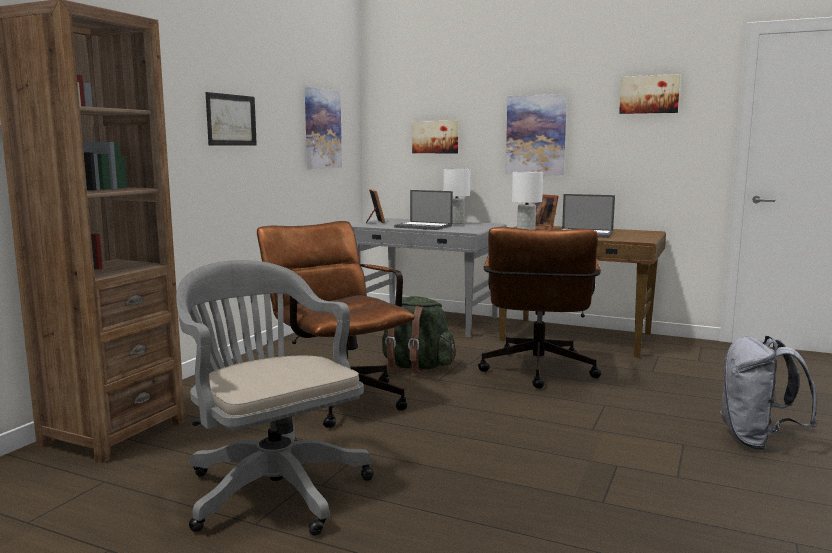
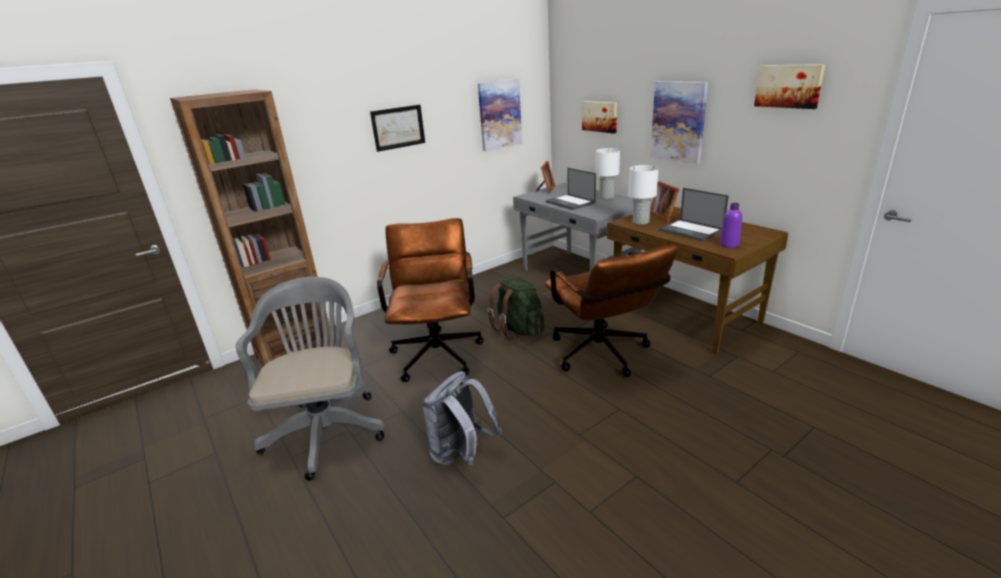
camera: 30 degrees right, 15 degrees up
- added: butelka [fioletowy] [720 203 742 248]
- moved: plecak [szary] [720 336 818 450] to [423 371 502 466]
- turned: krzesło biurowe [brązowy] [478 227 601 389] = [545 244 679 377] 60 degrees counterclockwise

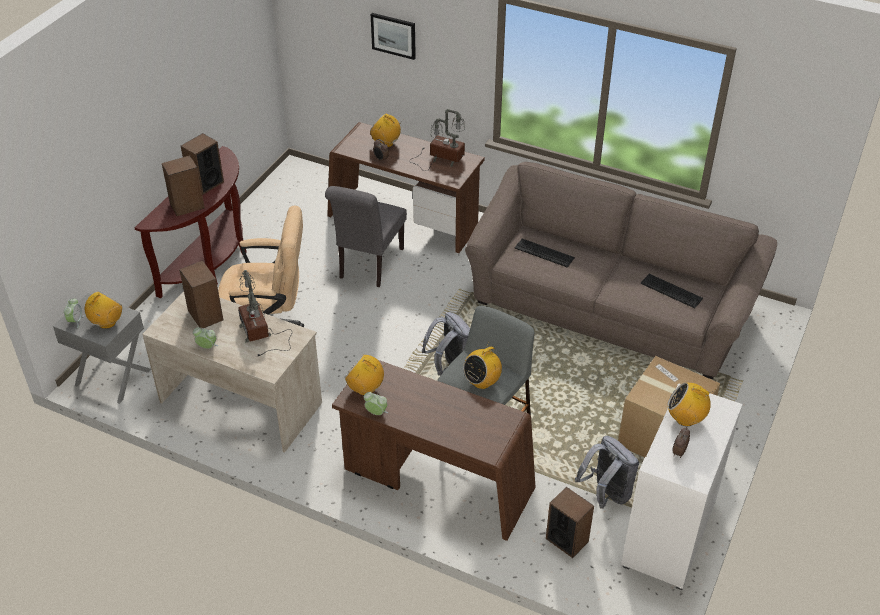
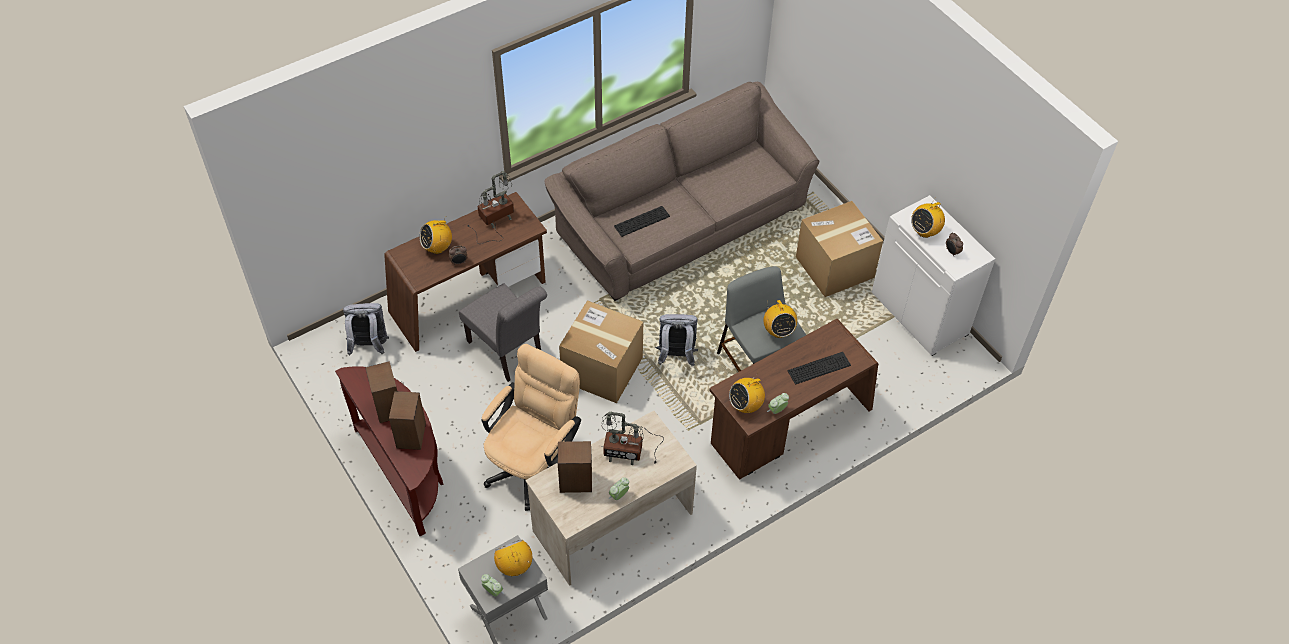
camera: 60 degrees left, 10 degrees up
- removed: obraz [371 13 416 60]
- removed: głośnik [546 487 594 558]
- added: karton [559 300 643 403]
- moved: plecak [szary] [575 436 639 509] to [343 303 389 355]
- moved: klawiatura [640 274 703 308] to [788 352 851 385]

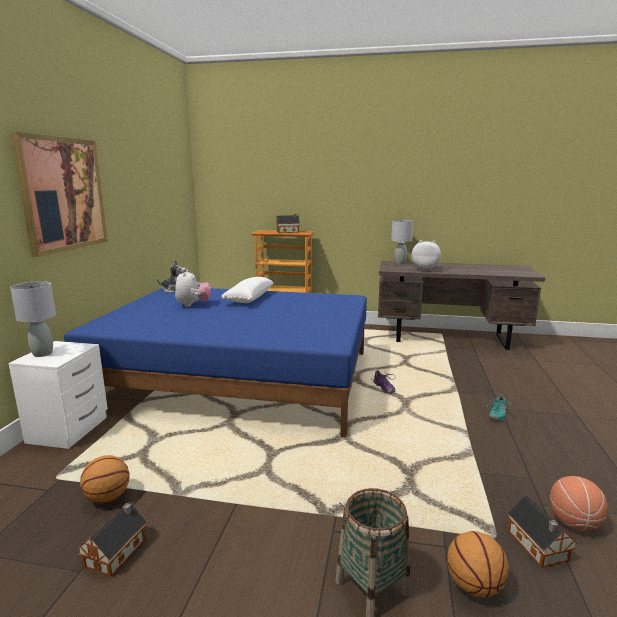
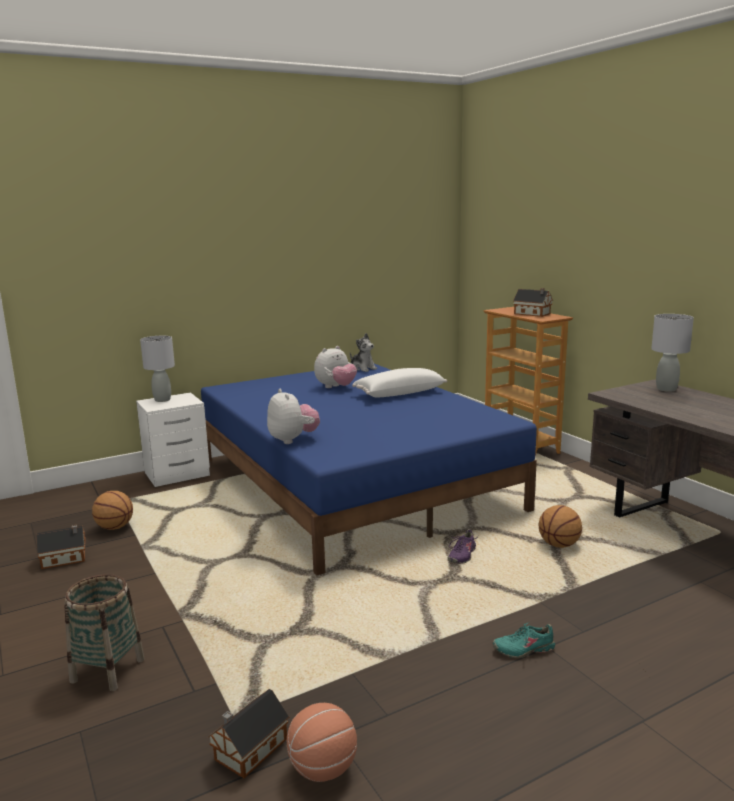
camera: 50 degrees right, 0 degrees up
- removed: obraz [10 132 108 257]
- moved: pluszak [411 240 441 271] to [267 389 320 444]
- moved: piłka do koszykówki [447 531 509 598] to [538 505 582 548]

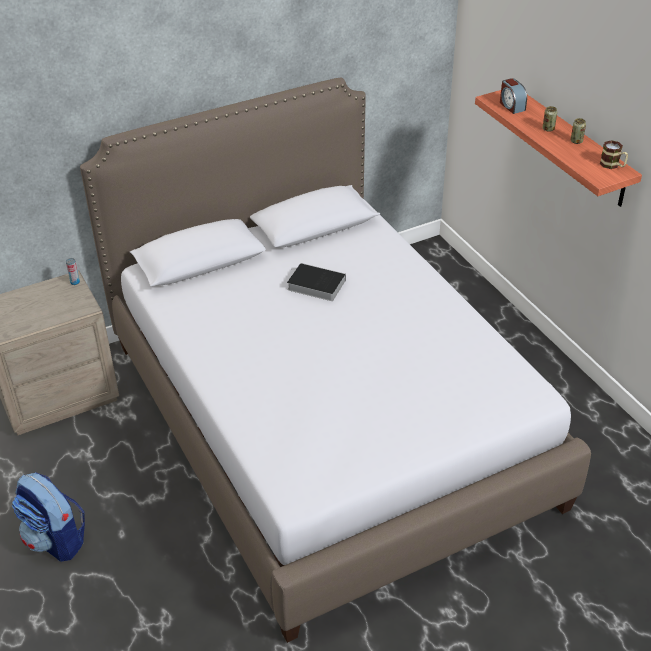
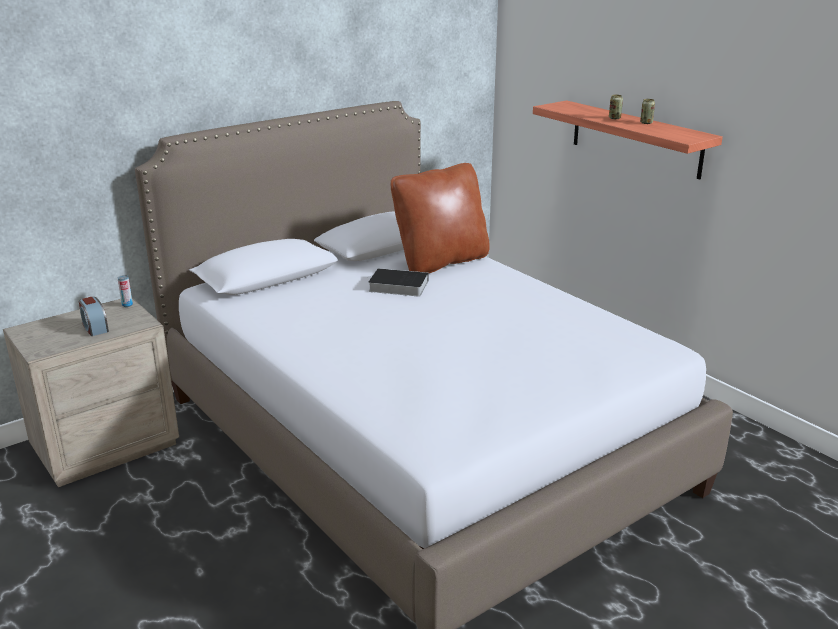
camera: 10 degrees left, 15 degrees down
- removed: plecak [12 472 85 562]
- removed: kubek [600 140 628 169]
- added: poduszka [brązowy] [390 163 490 273]
- moved: budzik [500 78 527 114] to [79 297 109 336]

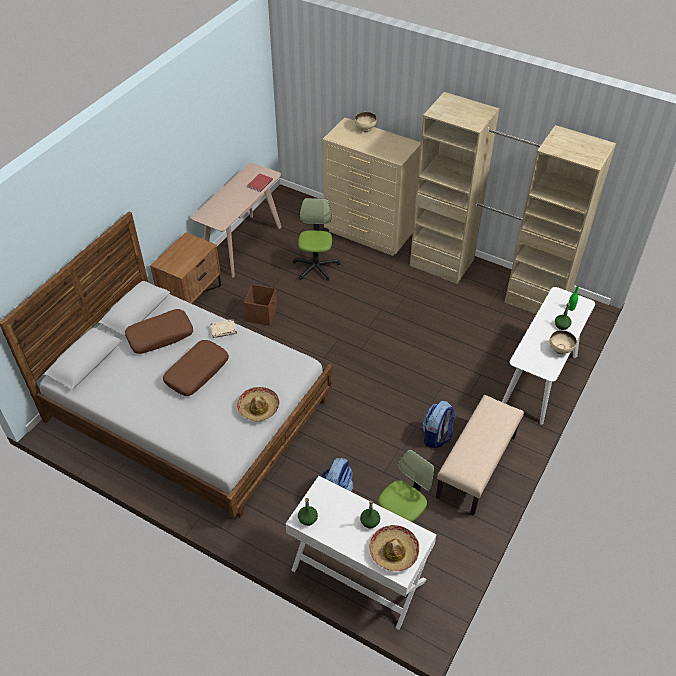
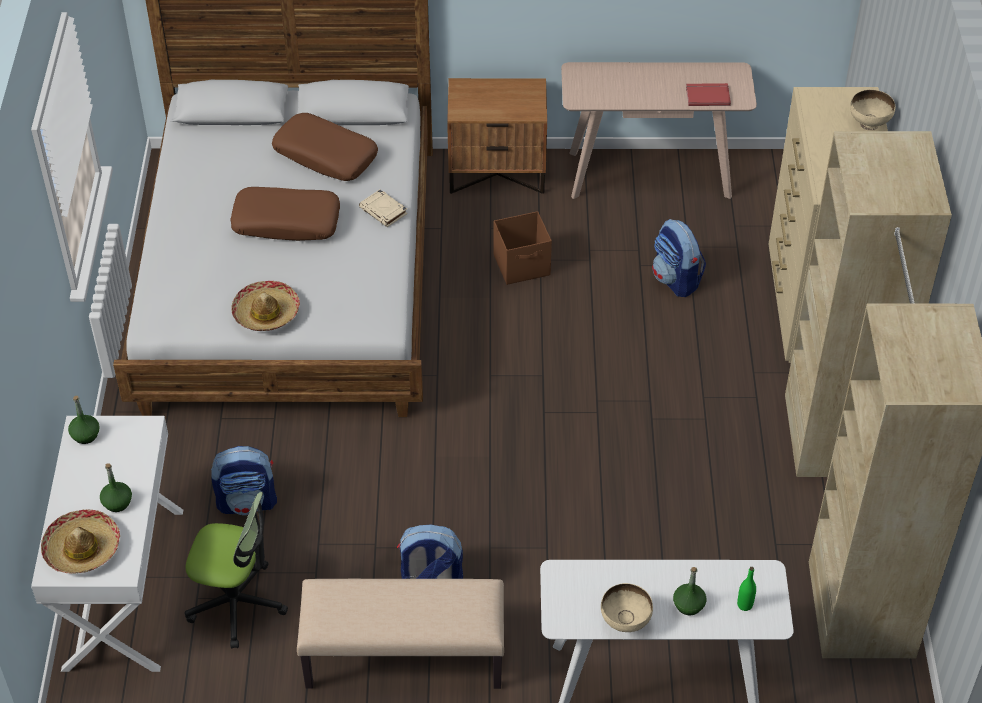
camera: 60 degrees right, 0 degrees up
- replaced: krzesło biurowe [292 198 341 280] to plecak [652 219 706 297]

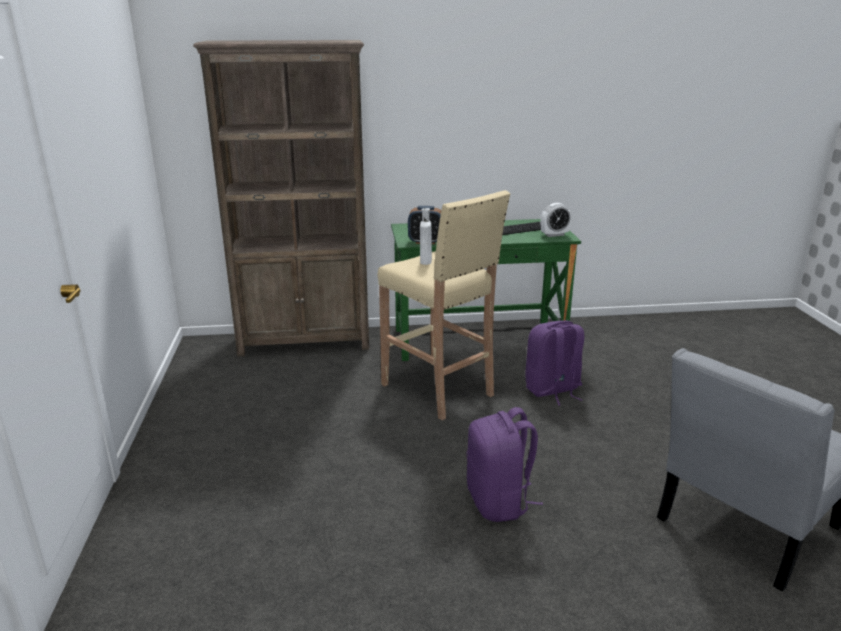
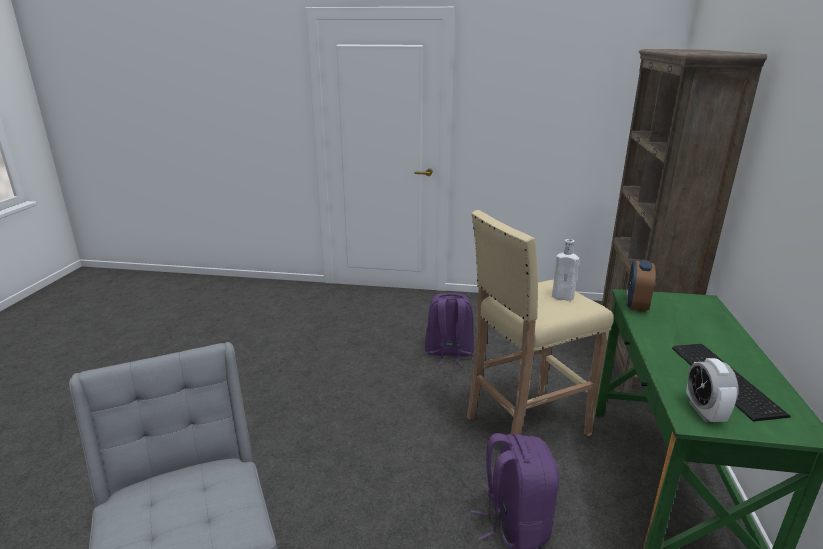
camera: 105 degrees right, 0 degrees up
- moved: plecak [fioletowy] [466 407 543 522] to [425 293 474 367]

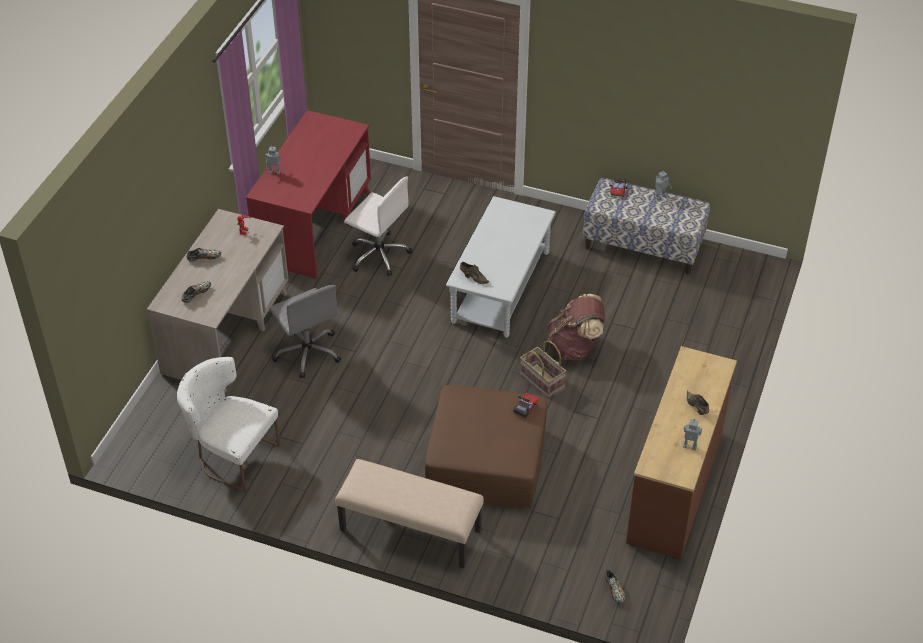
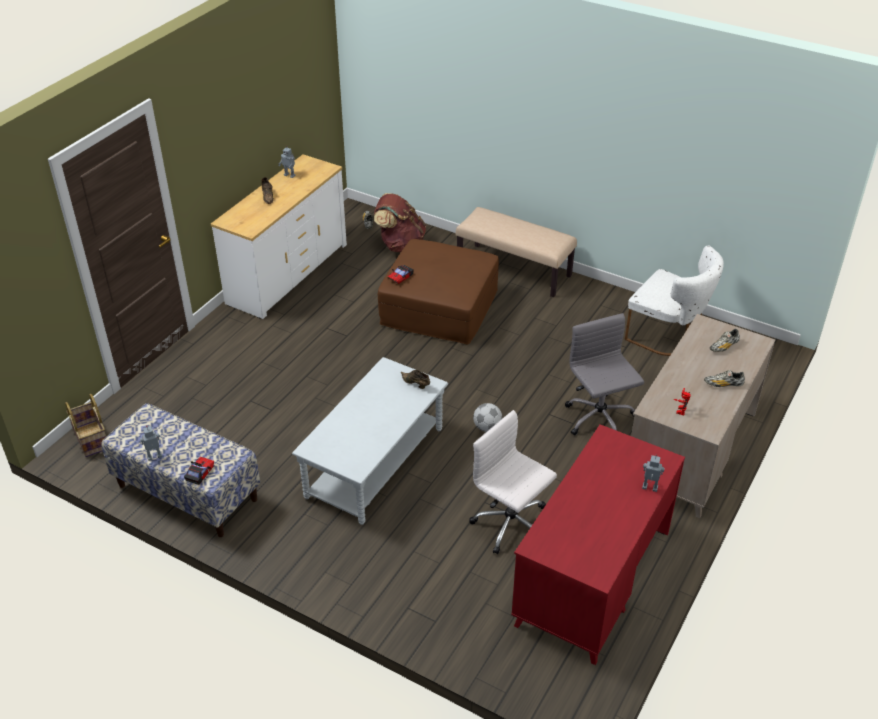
camera: 170 degrees left, 5 degrees down
- added: piłka futbolowa [473 403 502 432]
- moved: koszyk [520 340 566 398] to [65 394 106 457]
- moved: plecak [brązowy] [547 294 605 360] to [374 193 426 252]
- recoloured: komoda [brązowy] [626 346 737 560] to komoda [biały] [211 154 347 319]

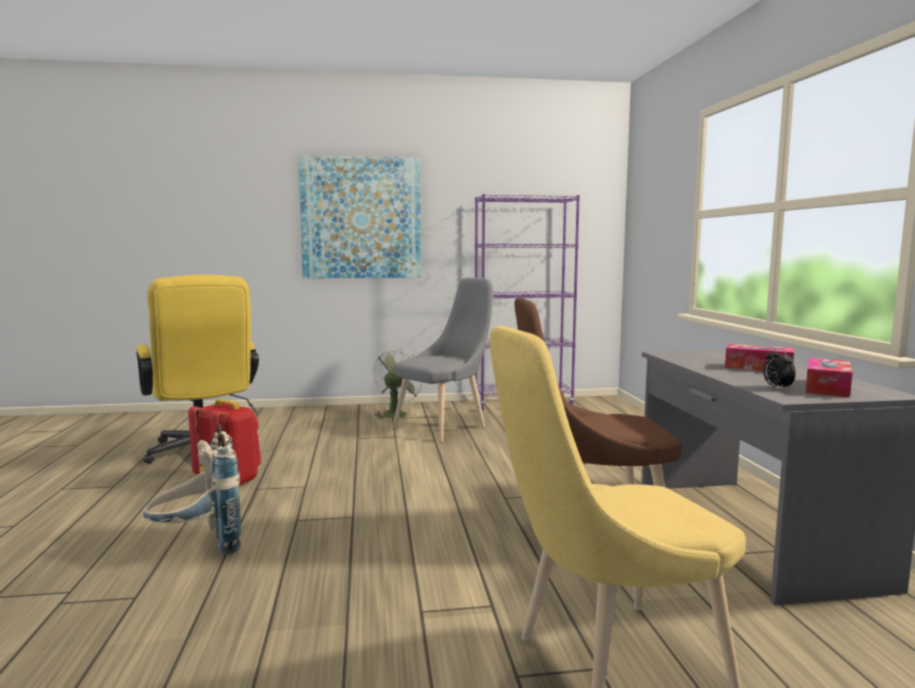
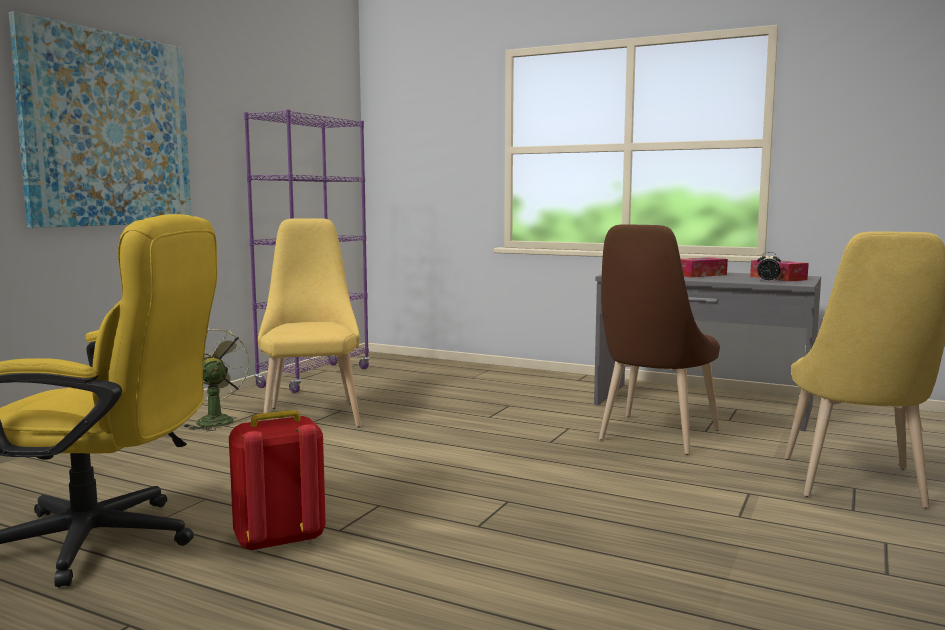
camera: 55 degrees left, 0 degrees up
- removed: plecak [beżowy] [142 424 241 554]
- recoloured: krzesło [szary] [393 278 493 442] to krzesło [żółty] [258 218 361 427]

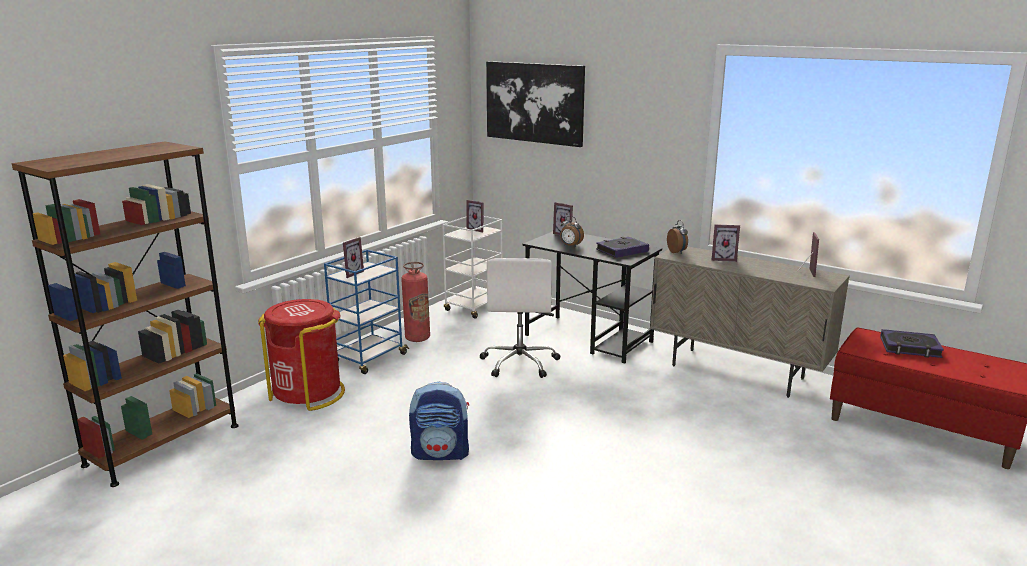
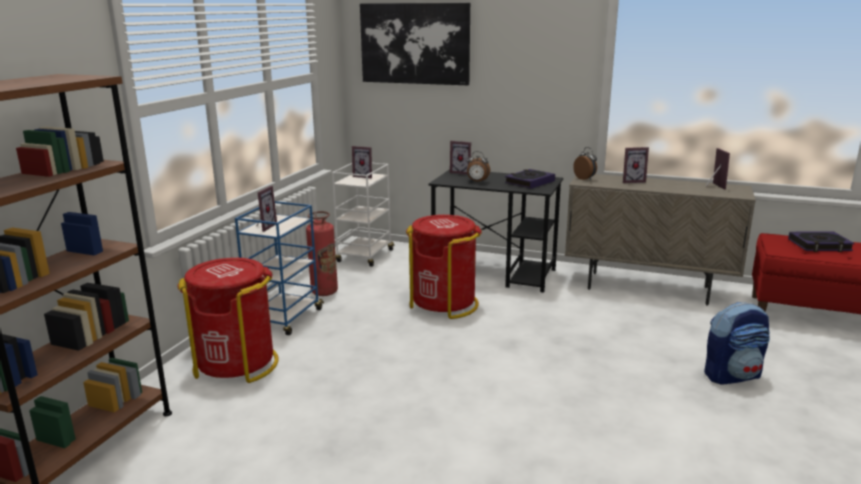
camera: 15 degrees left, 0 degrees up
- moved: plecak [409 382 469 460] to [704 302 770 385]
- replaced: krzesło biurowe [biały] [479 258 560 378] to kosz na śmieci [czerwony] [406 215 482 319]

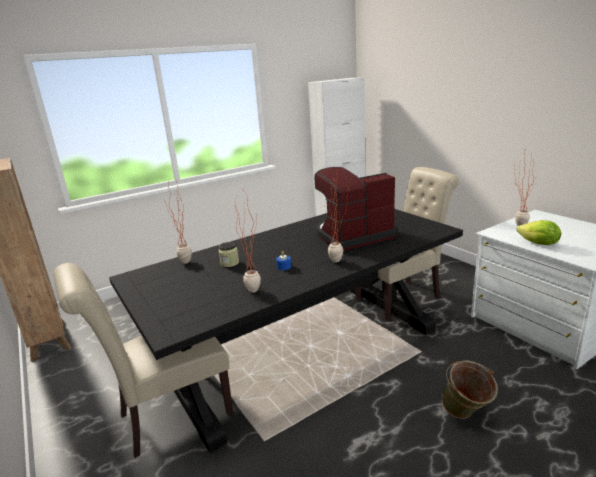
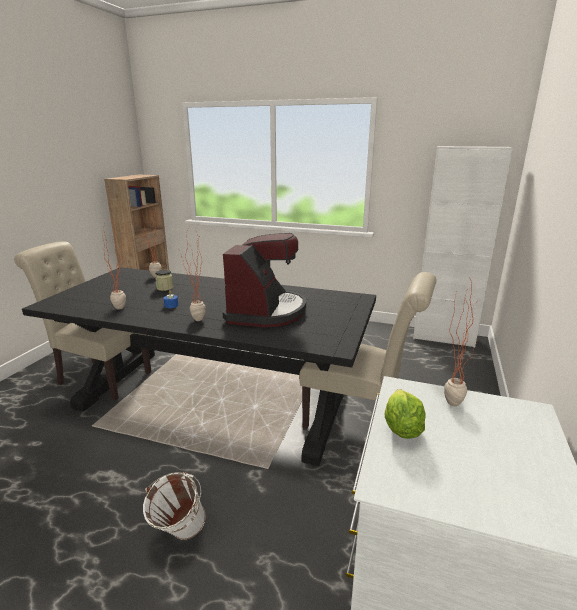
camera: 50 degrees right, 0 degrees up
- recoloured: wiadro [zielony] [442 361 498 419] to wiadro [biały] [143 472 206 540]
- turned: ekspres do kawy [315 167 398 251] = [222 233 306 327] 75 degrees clockwise

